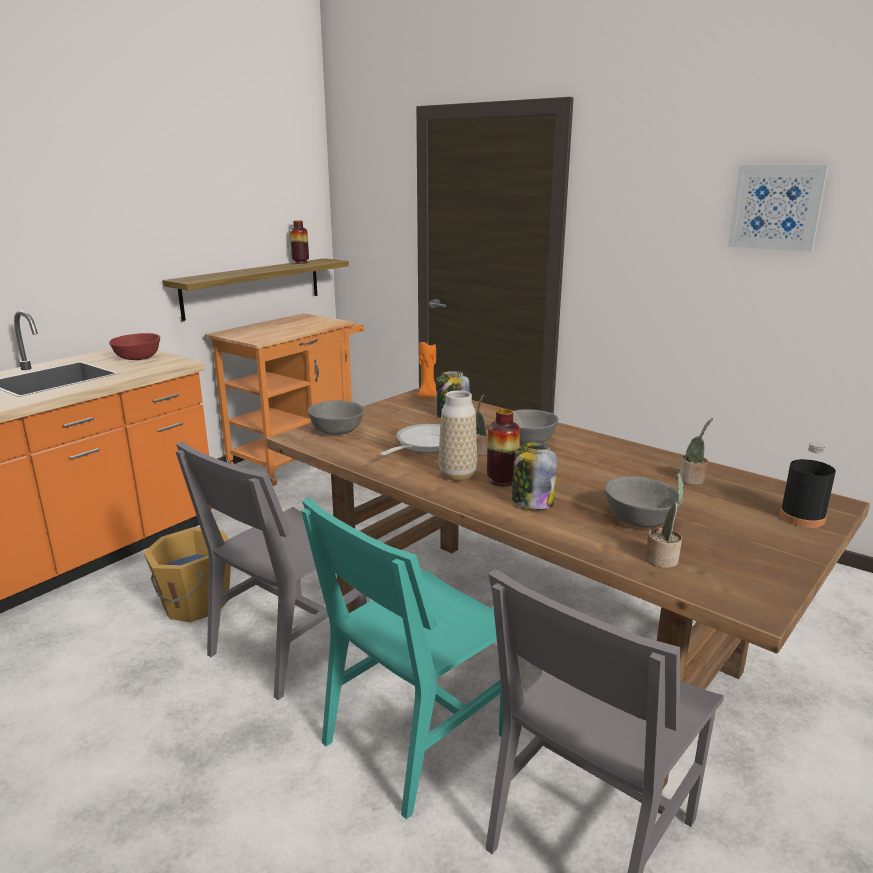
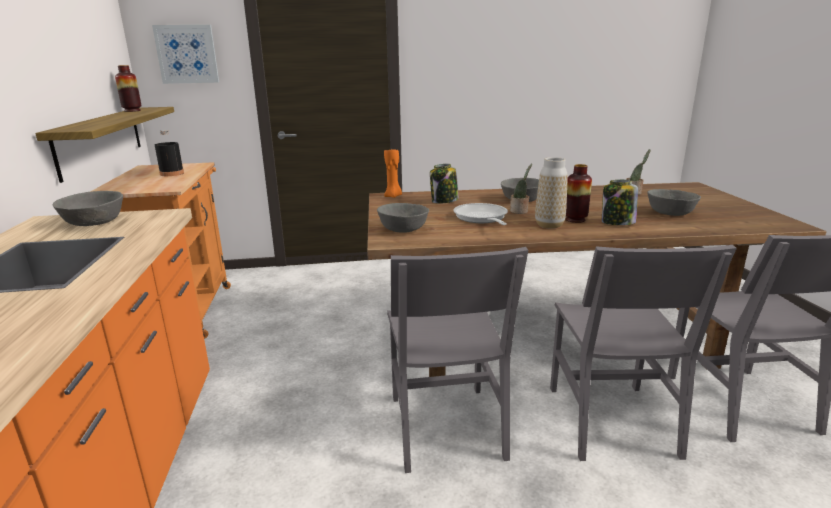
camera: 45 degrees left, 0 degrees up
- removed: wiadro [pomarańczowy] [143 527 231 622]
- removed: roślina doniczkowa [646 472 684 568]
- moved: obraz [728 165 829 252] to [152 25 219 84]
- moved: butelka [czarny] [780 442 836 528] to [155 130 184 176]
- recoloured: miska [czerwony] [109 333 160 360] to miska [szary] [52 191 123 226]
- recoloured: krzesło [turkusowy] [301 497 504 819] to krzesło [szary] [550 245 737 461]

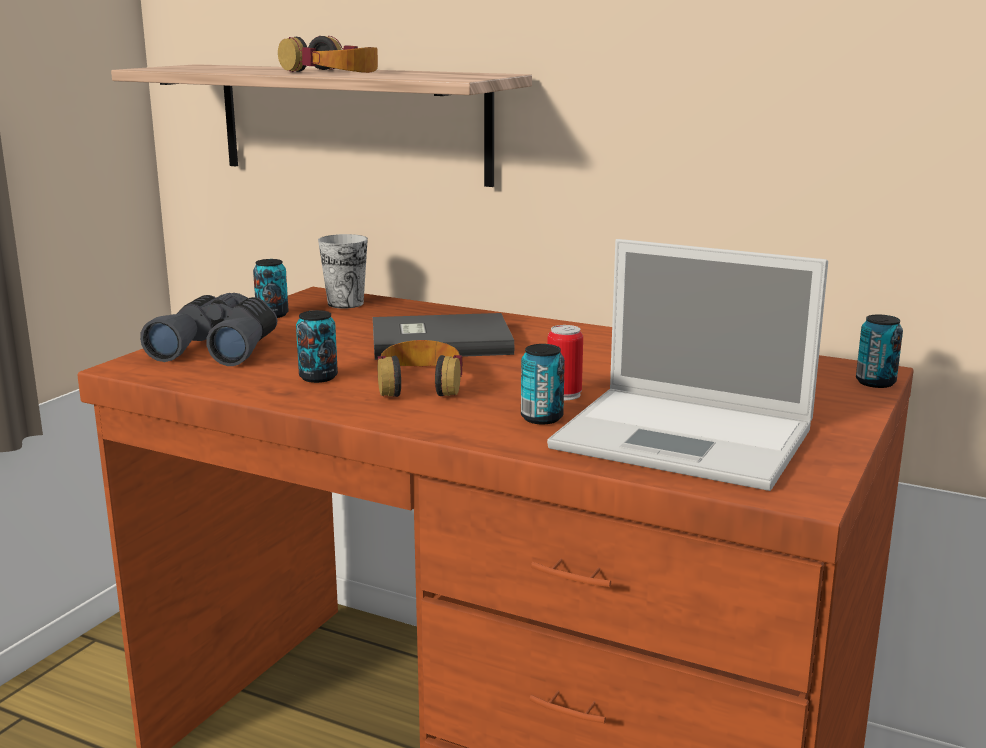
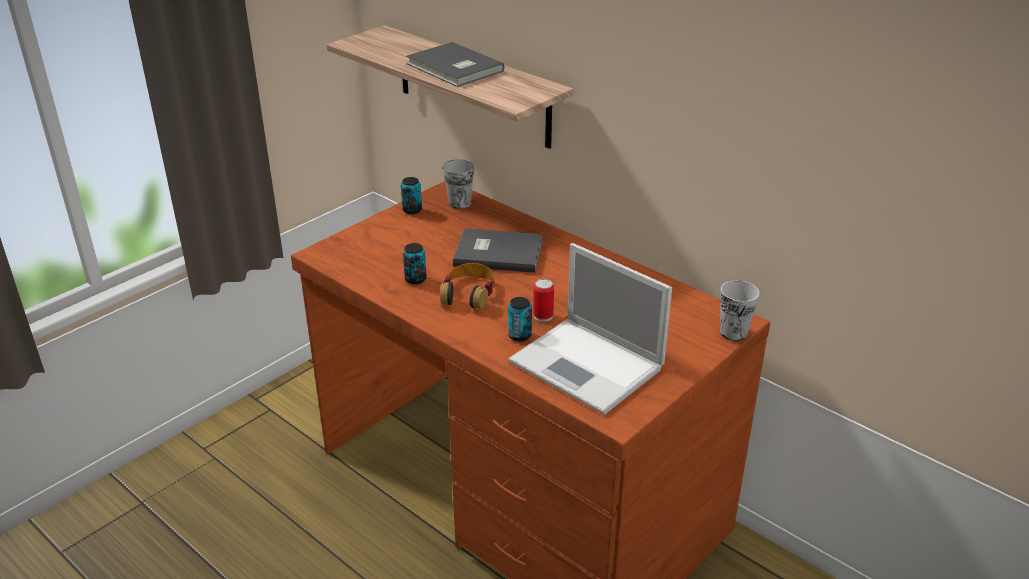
camera: 15 degrees right, 15 degrees up
- removed: lornetka [szary] [140 293 277 366]
- replaced: słuchawki [278 36 378 73] to książka [szary] [406 42 504 87]
- replaced: puszka [856 315 903 388] to filiżanka [720 280 760 341]

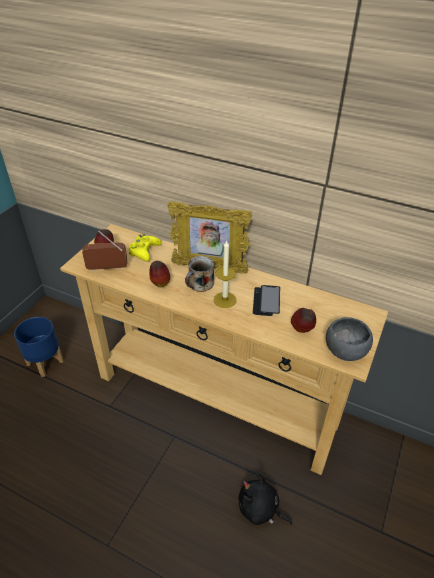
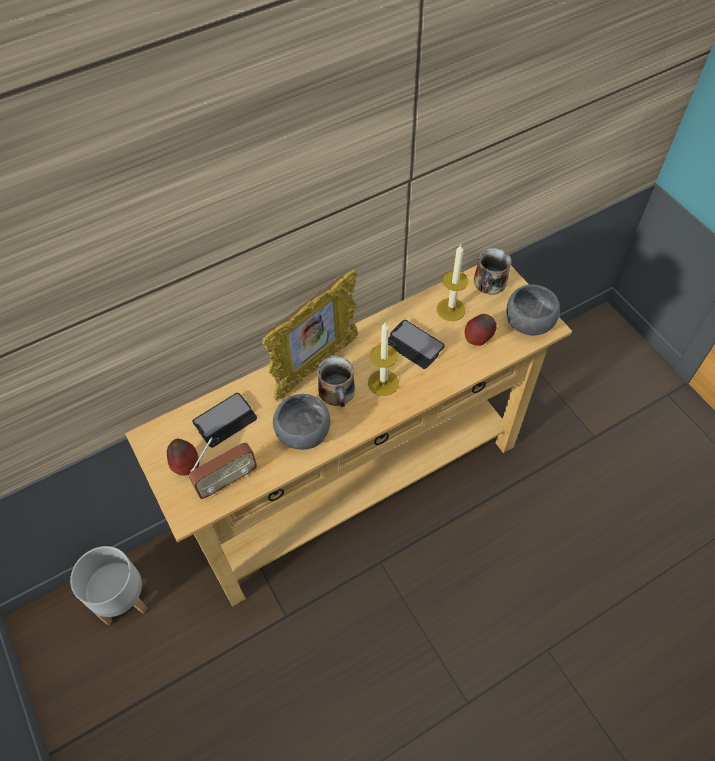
camera: 55 degrees left, 15 degrees up
- removed: donica [niebieski] [14 317 64 377]
- removed: pluszak [czarny] [238 474 292 525]
- added: donica [szary] [70 546 147 625]
- added: świeca [437 244 468 321]
- added: kubek [474 248 512 294]
- replaced: pad do gier [żółty] [129 234 161 262] to telefon [192 393 257 448]
- replaced: jabłko [149 261 170 287] to miska [szary] [273 394 330 450]
- turned: radio [82 231 127 272] = [189 437 257 499] 150 degrees counterclockwise

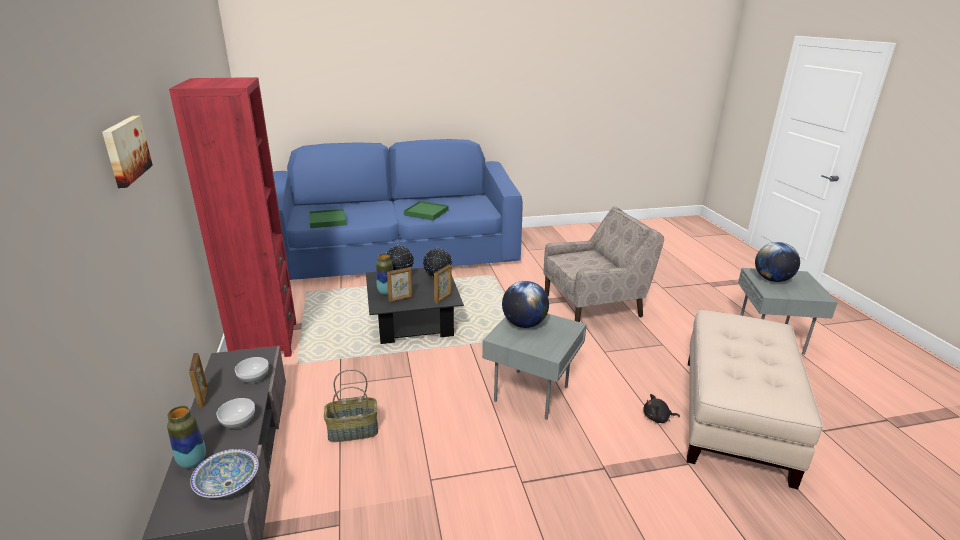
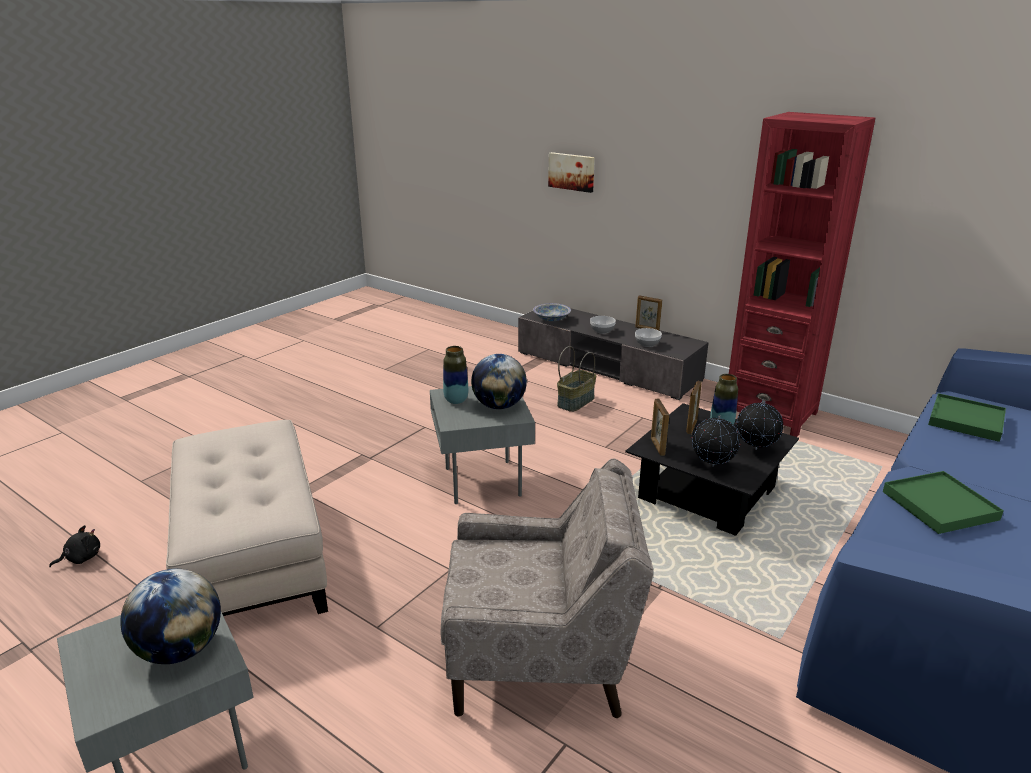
camera: 140 degrees right, 0 degrees up
- moved: obraz [102 116 153 188] to [548 152 595 193]
- moved: wazon [167 406 206 468] to [443 346 468 404]
- moved: pluszak [czarny] [643 394 680 423] to [49 525 100 567]
- turned: fotel [beżowy] [543 206 664 322] = [440 458 653 718] 120 degrees counterclockwise

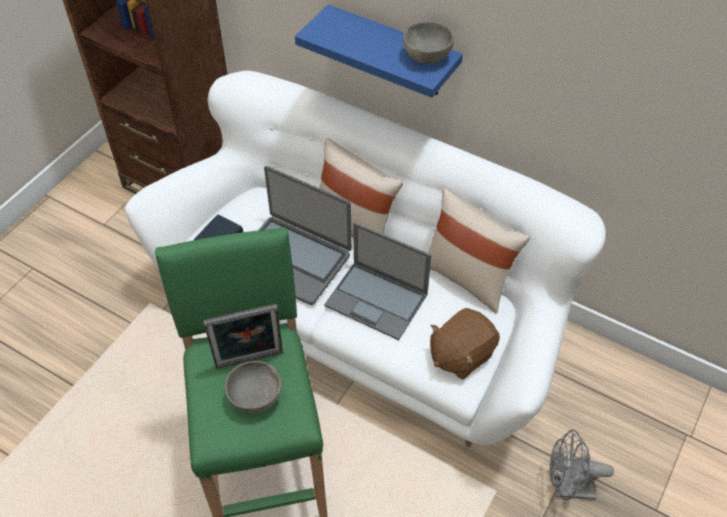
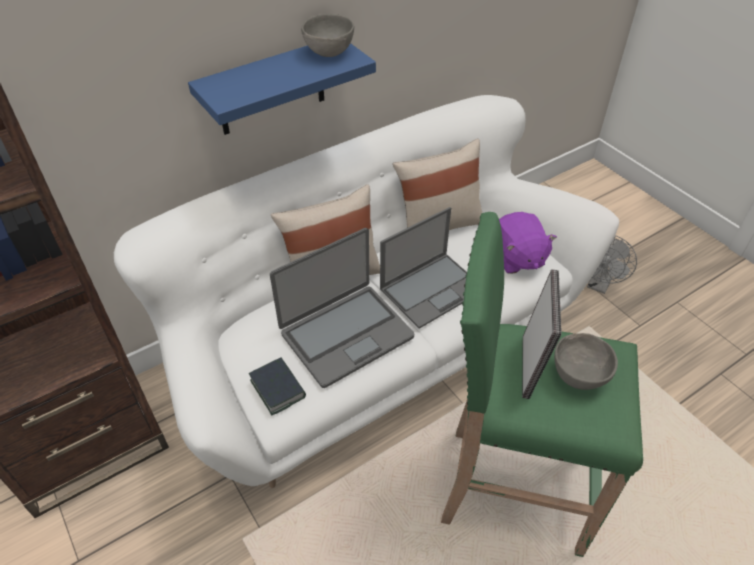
camera: 65 degrees left, 5 degrees down
- recoloured: pluszak [brązowy] [430 308 500 380] to pluszak [fioletowy] [499 212 557 274]

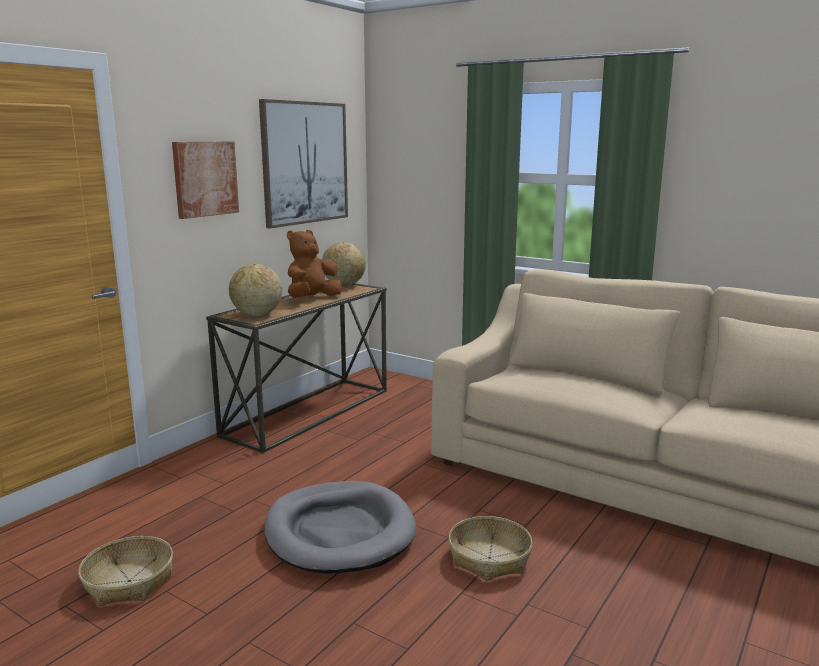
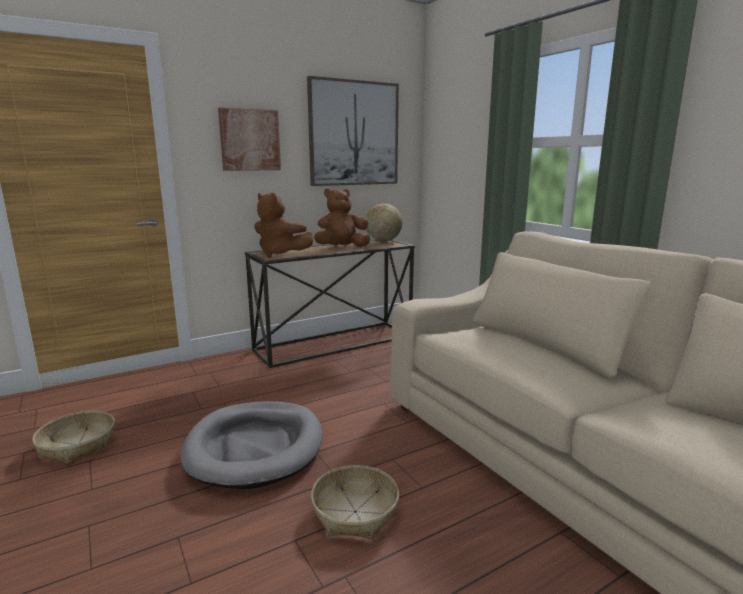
camera: 25 degrees right, 0 degrees up
- replaced: globus [229 264 282 316] to pluszak [brązowy] [254 193 313 258]

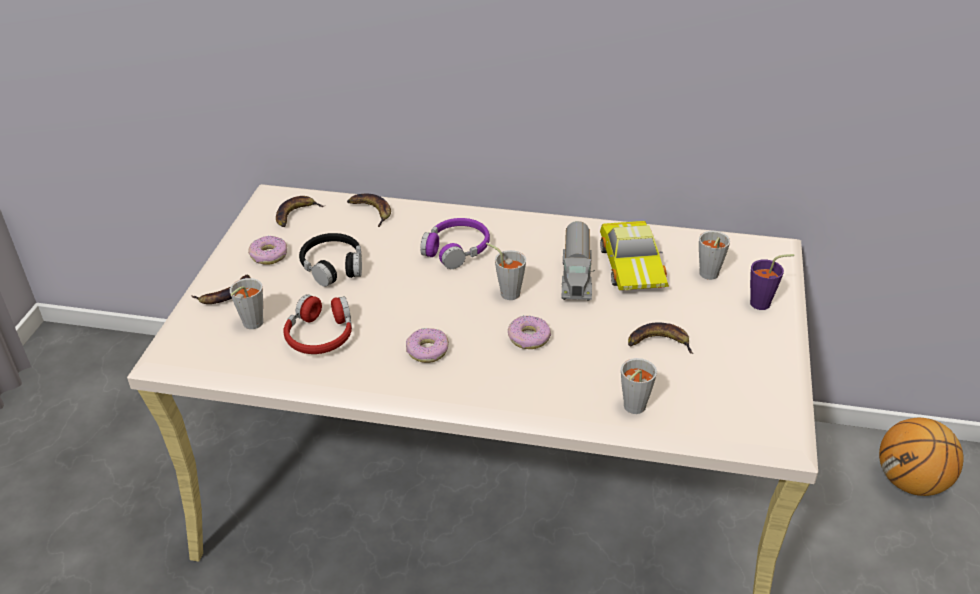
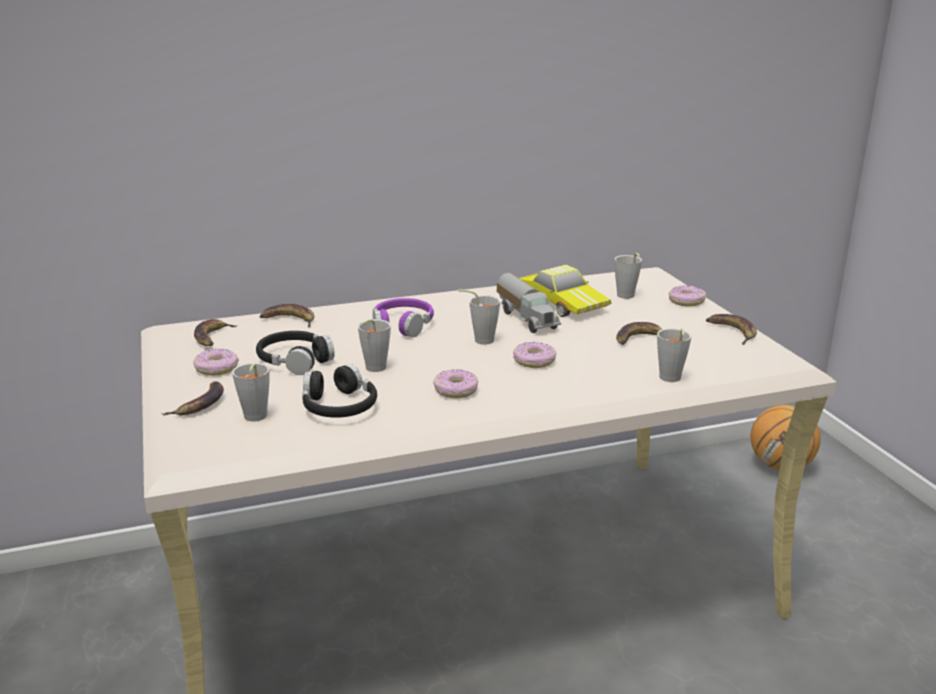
camera: 30 degrees left, 15 degrees down
- added: filiżanka [szary] [358 319 391 372]
- added: banan [706 314 757 345]
- replaced: filiżanka [fioletowy] [750 254 794 310] to donut [669 285 706 307]
- recoloured: słuchawki [czerwony] [283 294 352 354] to słuchawki [czarny] [302 364 377 418]

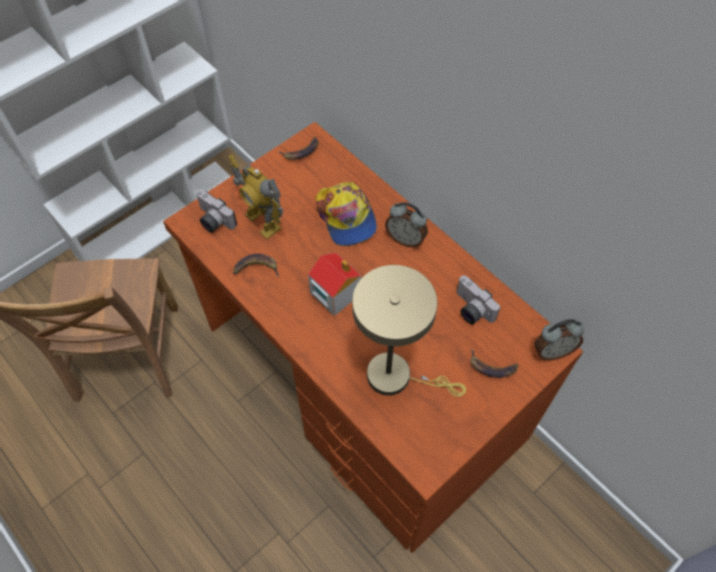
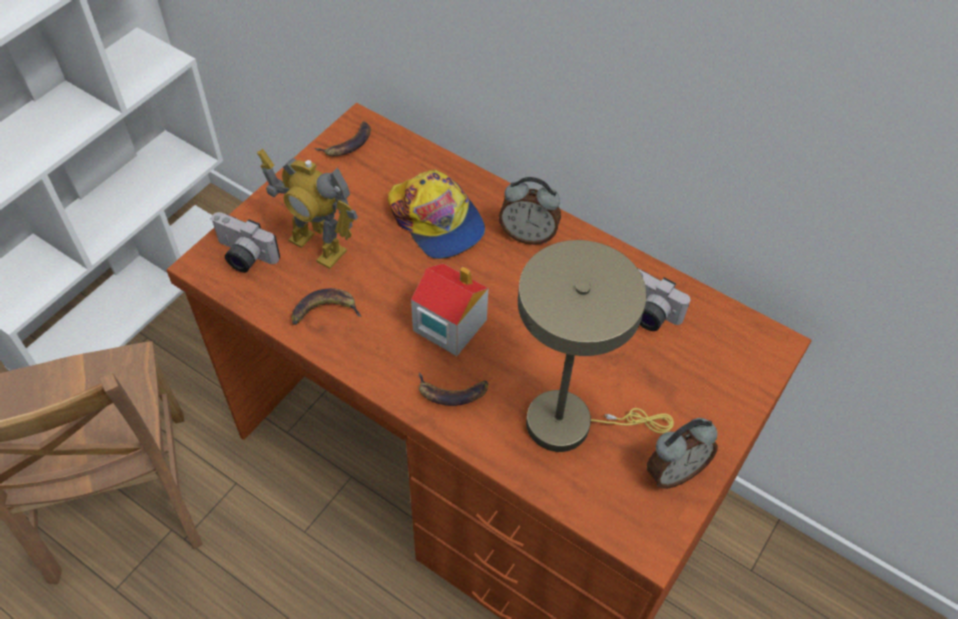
camera: 15 degrees left, 5 degrees down
- moved: banan [470 349 518 378] to [419 373 488 406]
- moved: budzik [534 319 584 360] to [647 418 718 489]

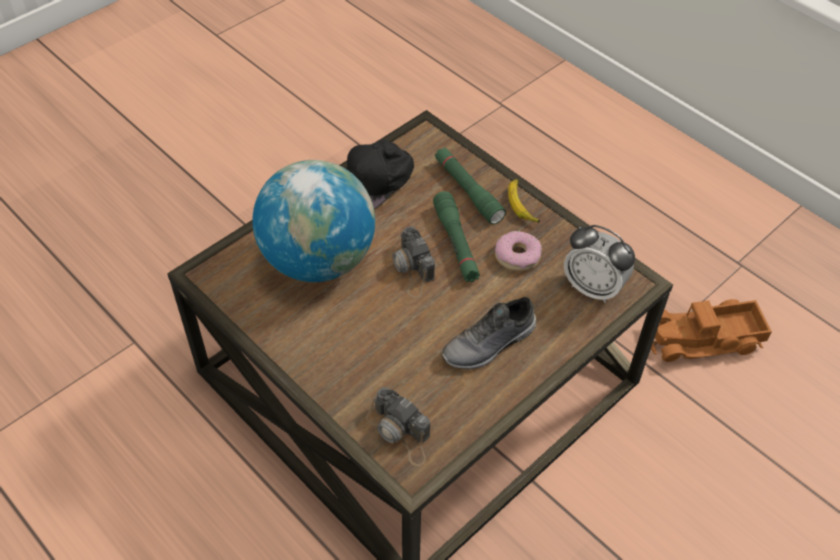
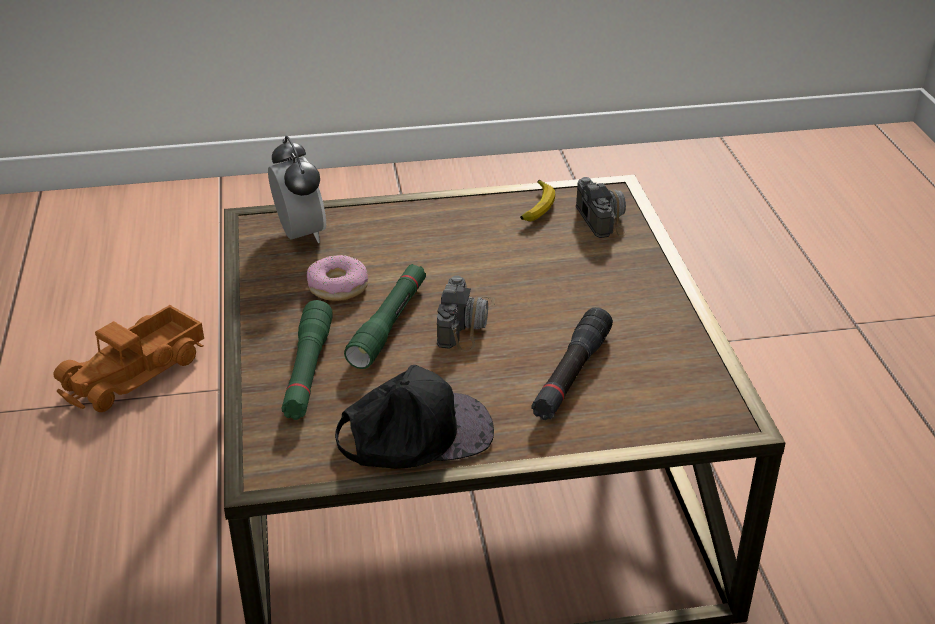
camera: 145 degrees left, 15 degrees down
- removed: but [szary] [441 297 536 369]
- moved: banan [508 179 540 223] to [520 180 555 222]
- replaced: globus [253 160 375 282] to latarka [czarny] [531 307 613 420]
- turned: ciężarówka zabawkowa [651 299 772 362] = [53 305 204 412] 105 degrees clockwise

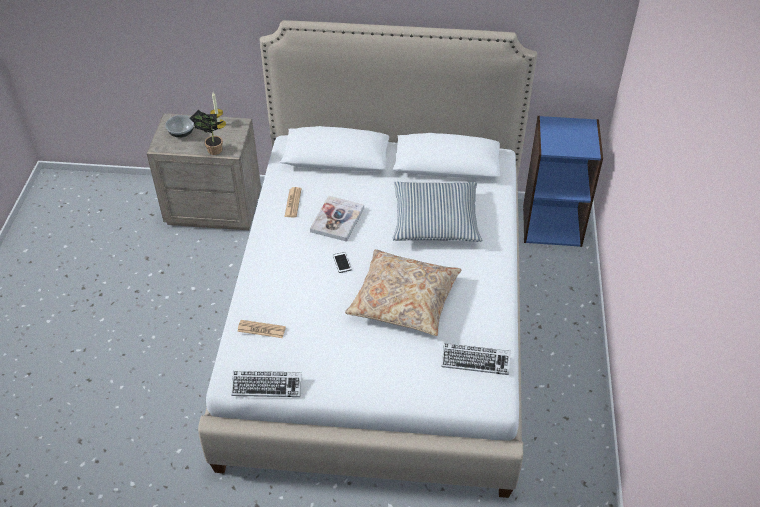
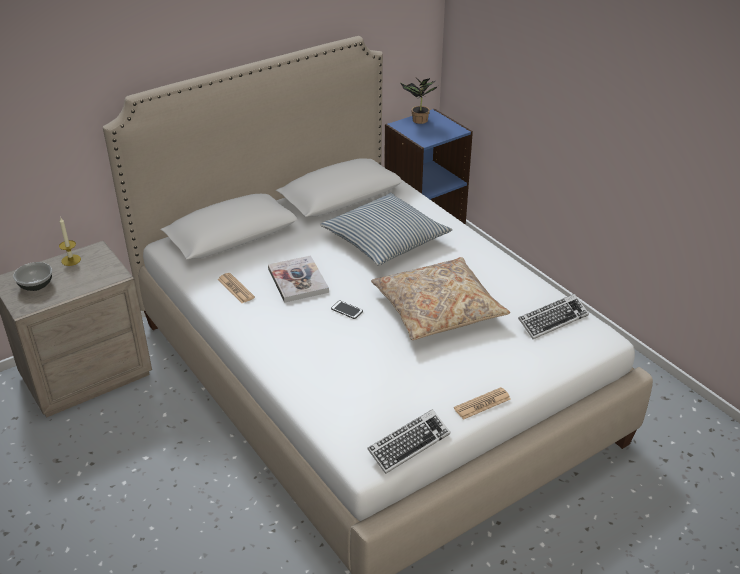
camera: 40 degrees left, 10 degrees down
- moved: roślina doniczkowa [189 110 223 155] to [400 78 438 124]
- moved: gazeta [237 320 286 338] to [454 387 511 420]

